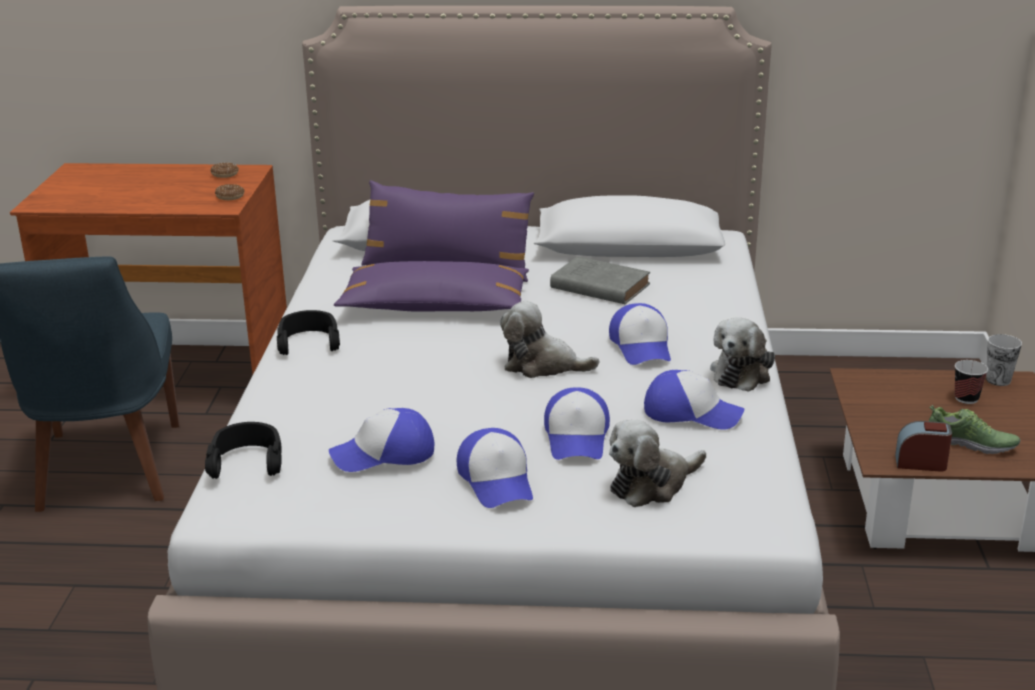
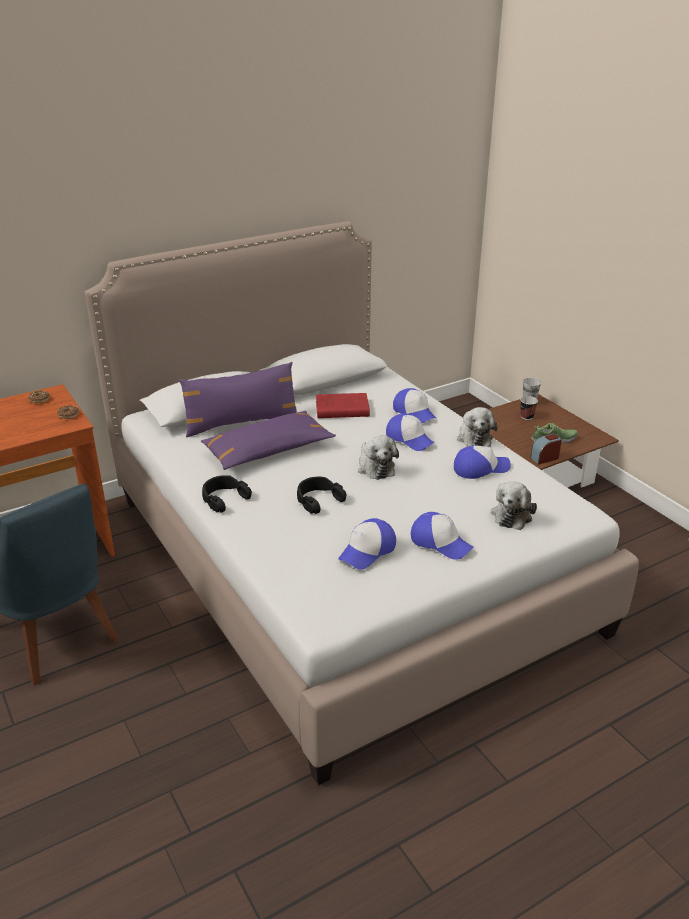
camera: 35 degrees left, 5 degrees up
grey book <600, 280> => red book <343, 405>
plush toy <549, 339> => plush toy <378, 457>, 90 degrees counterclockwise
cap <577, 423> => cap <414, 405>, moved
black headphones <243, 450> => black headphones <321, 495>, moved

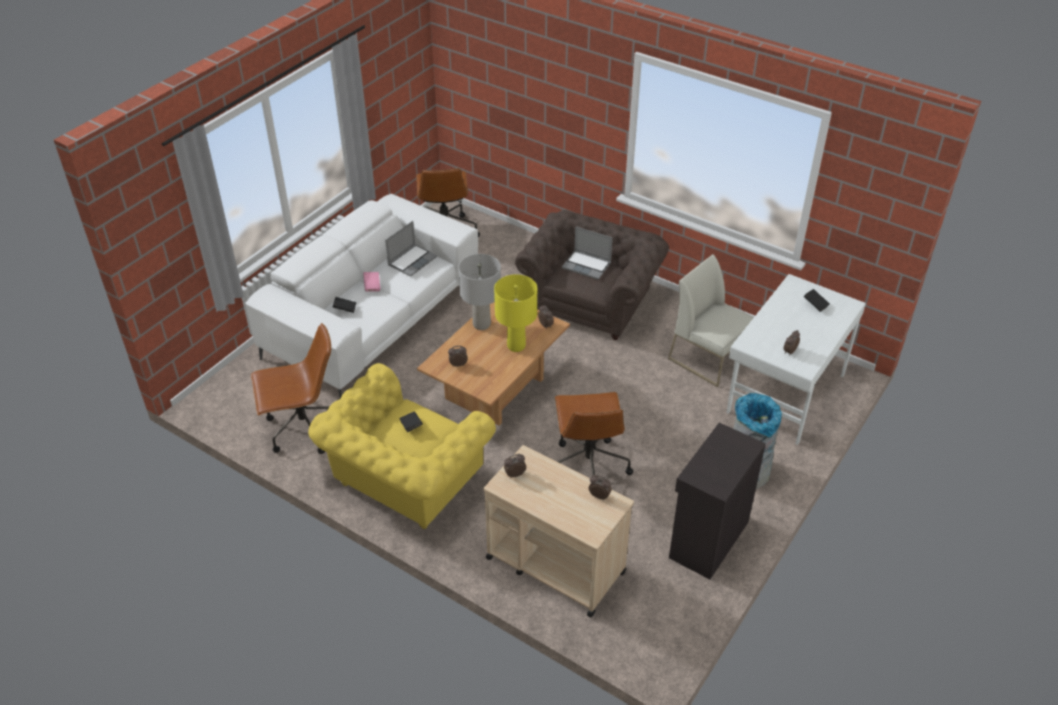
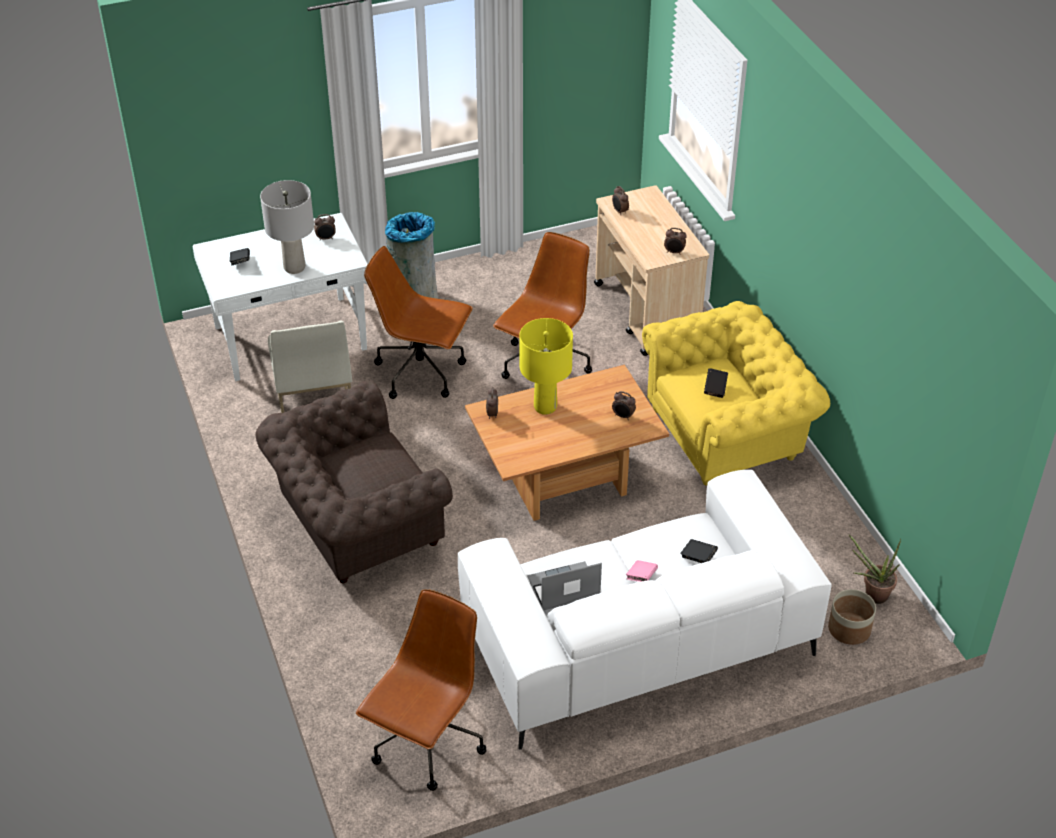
camera: 145 degrees left, 0 degrees up
laptop <587, 253> => nothing
grey table lamp <479, 292> => grey table lamp <287, 227>, moved
brown office chair <291, 388> => brown office chair <418, 322>, moved
black cabinet <717, 500> => nothing
nothing => potted plant <874, 569>
nothing => planter <852, 617>

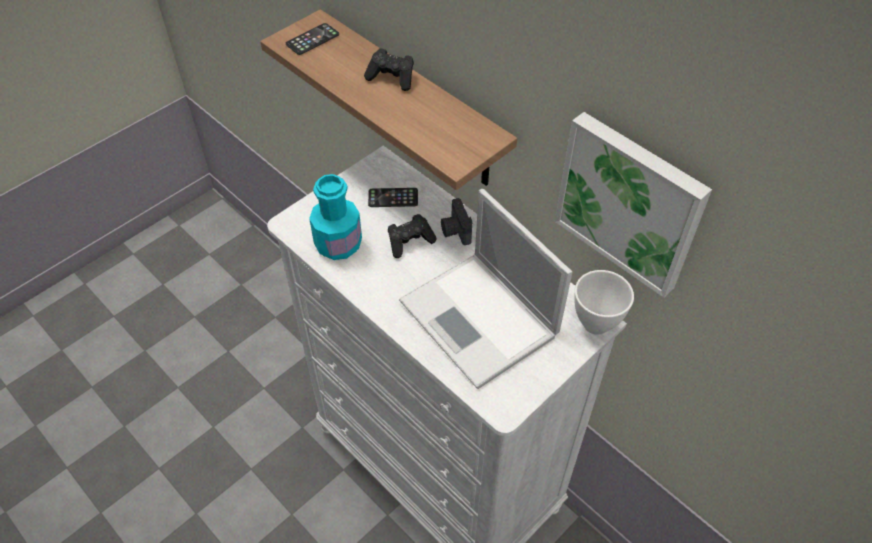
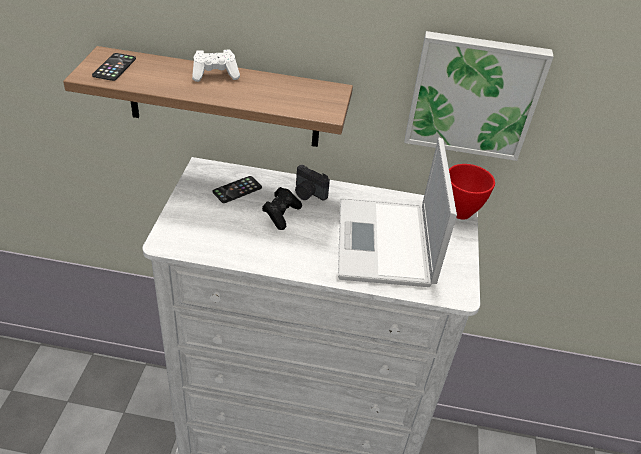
camera: 40 degrees left, 10 degrees down
black game controller <389, 69> => white game controller <216, 66>
turquoise bottle <335, 217> => nothing
laptop <485, 289> => laptop <397, 212>, 75 degrees clockwise
white bowl <604, 302> => red bowl <472, 192>

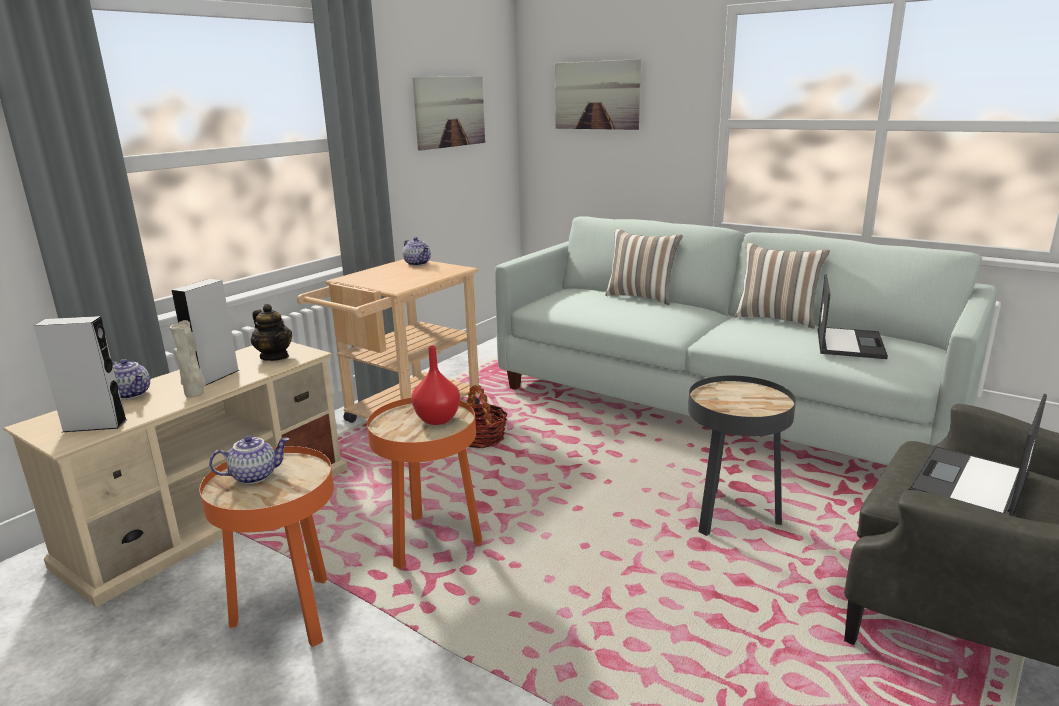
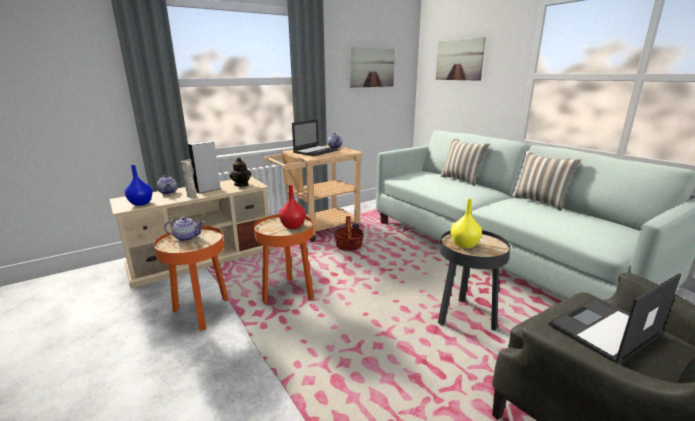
camera: 20 degrees right, 0 degrees up
laptop <853, 316> => laptop <315, 137>, moved
grey speaker <80, 374> => blue vase <139, 185>
nothing => yellow vase <466, 223>

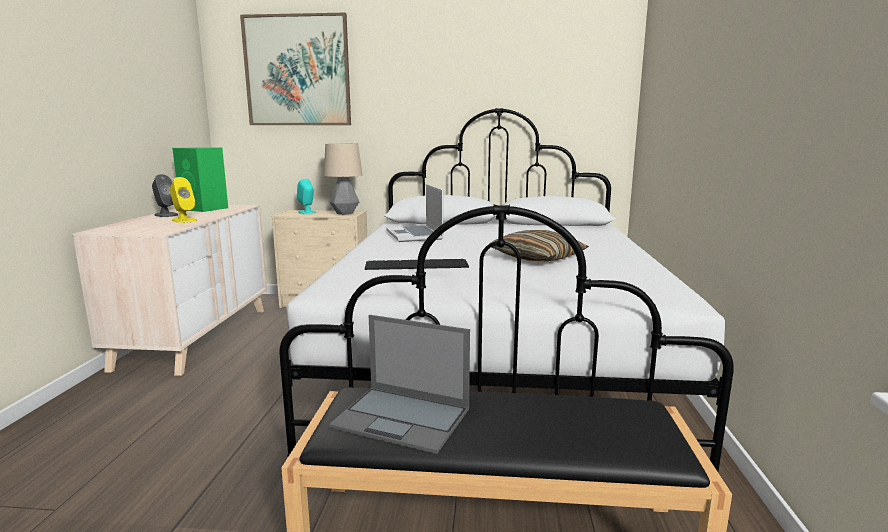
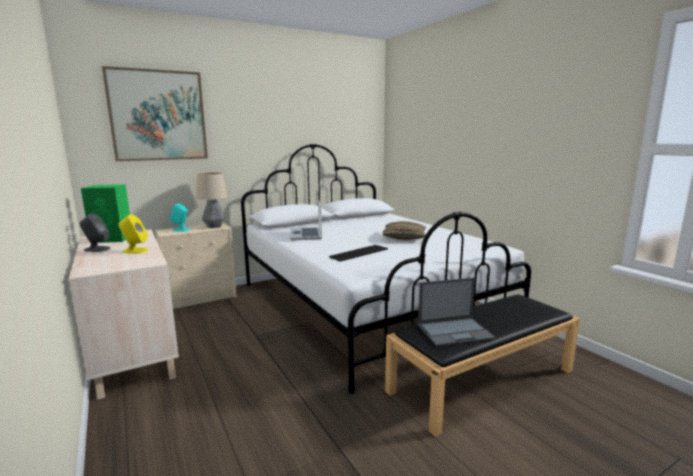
camera: 35 degrees left, 0 degrees up
laptop <415, 213> => laptop <306, 220>, 45 degrees clockwise

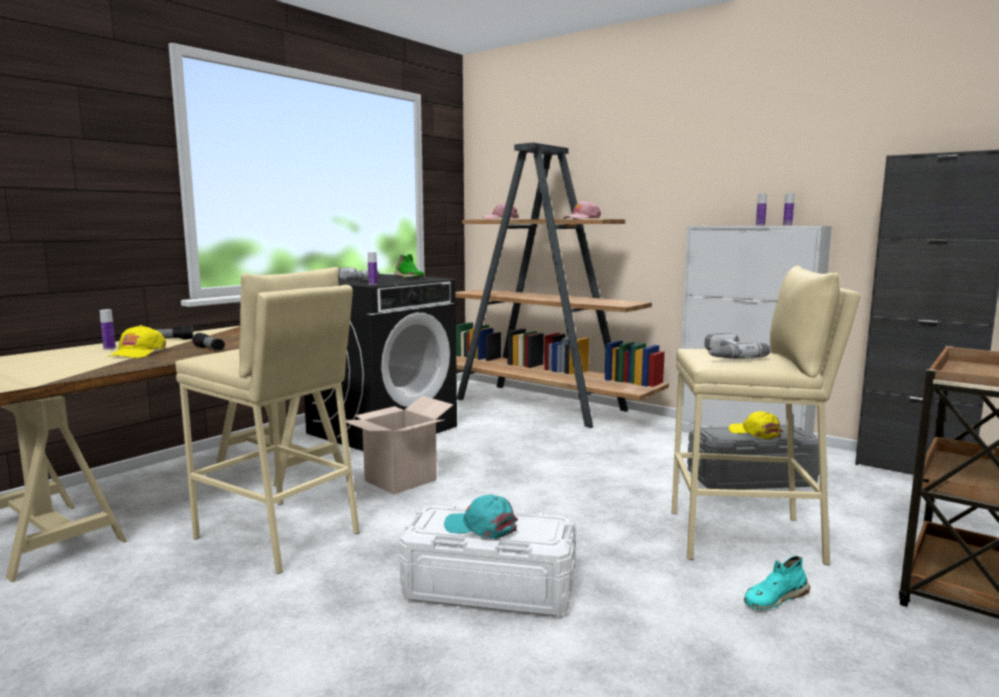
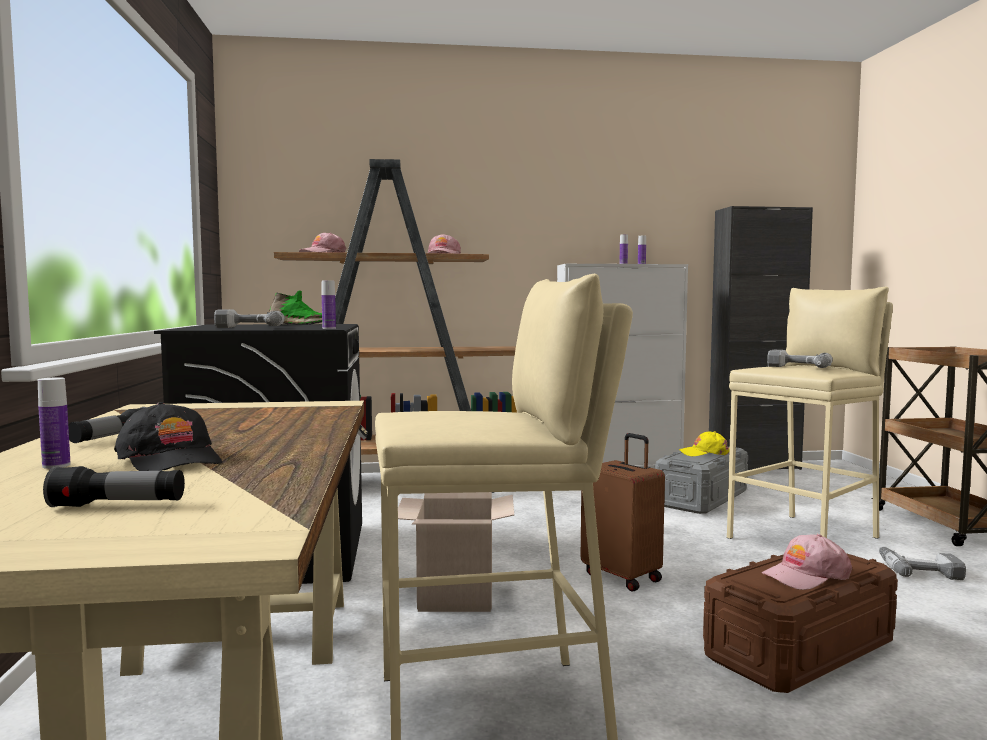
camera: 45 degrees left, 5 degrees down
yellow cap <137, 341> => black cap <168, 436>
flashlight <208, 341> => flashlight <114, 486>, moved
turquoise cap <481, 516> => pink cap <807, 562>
white storage box <487, 561> => brown storage box <800, 623>
turquoise shoe <777, 583> => power drill <922, 563>
nothing => brown suitcase <623, 512>

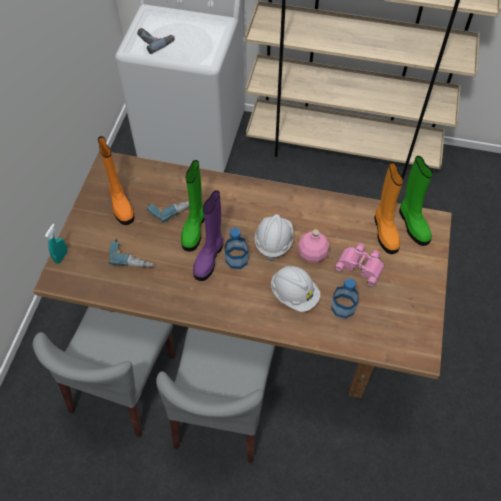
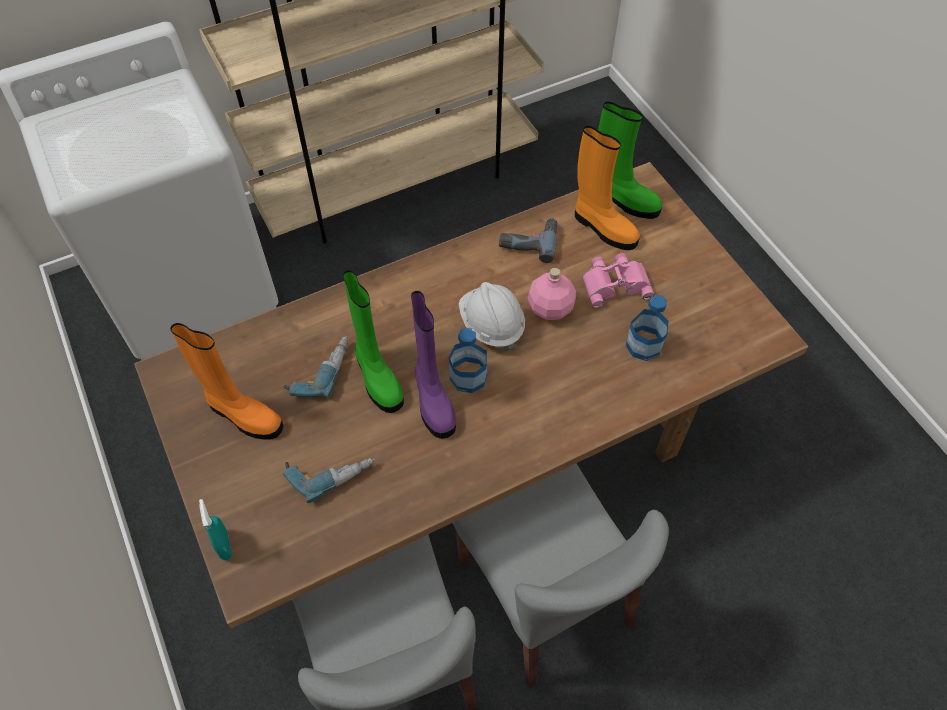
camera: 40 degrees left, 0 degrees up
power drill <156, 41> => power drill <528, 240>, moved
white hard hat <295, 289> => nothing

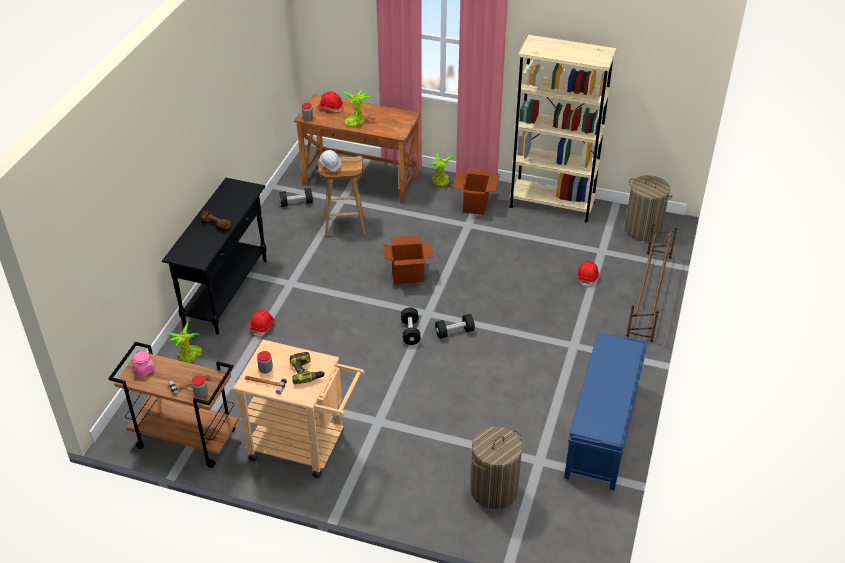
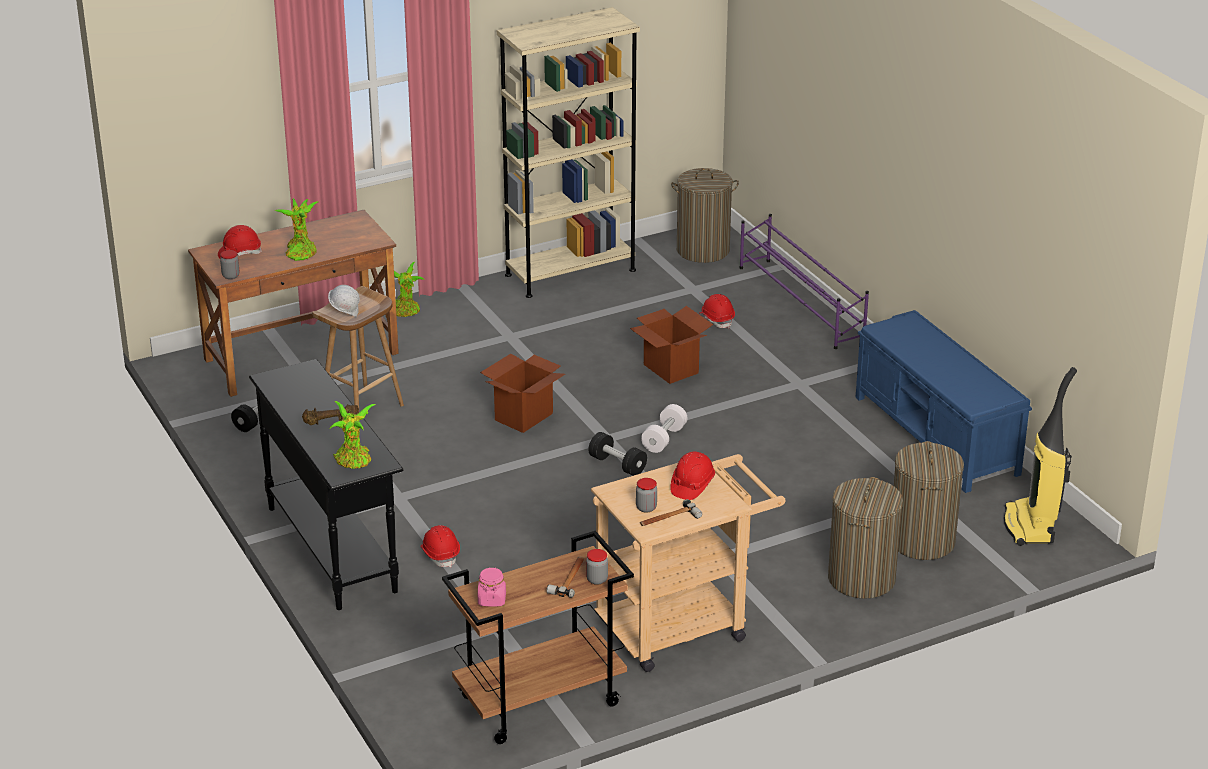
camera: 45 degrees left, 10 degrees down
cardboard box <476, 191> => cardboard box <671, 345>, moved
brown shoe rack <651, 283> => purple shoe rack <804, 281>
black dumbbell <455, 326> => white dumbbell <664, 428>
potted plant <184, 342> => potted plant <353, 435>, moved
power drill <307, 368> => red hard hat <692, 476>
nothing => vacuum cleaner <1040, 456>
nothing => laundry basket <865, 538>

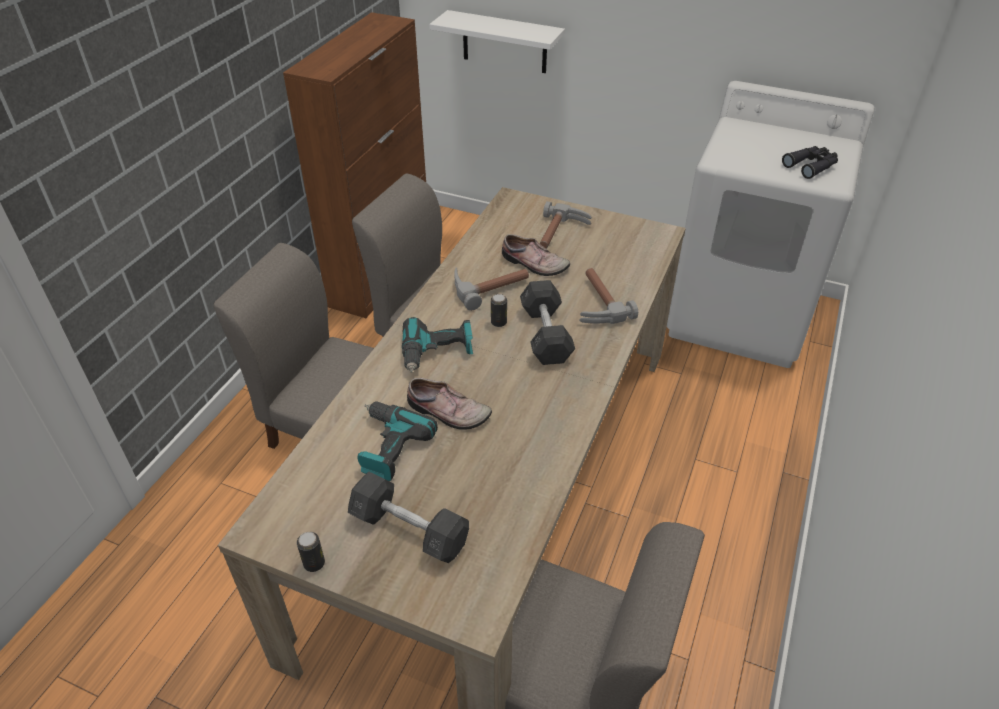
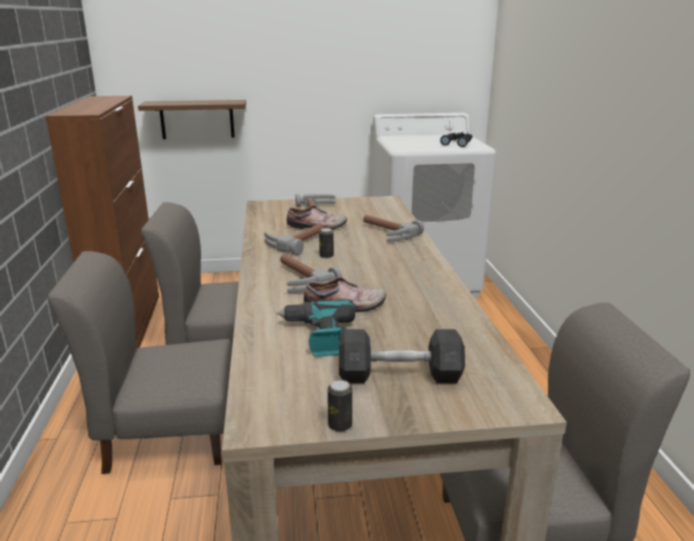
camera: 30 degrees left, 20 degrees down
white shelf <497, 41> => brown shelf <192, 119>
grey dumbbell <547, 322> => nothing
power drill <437, 345> => hammer <311, 273>

